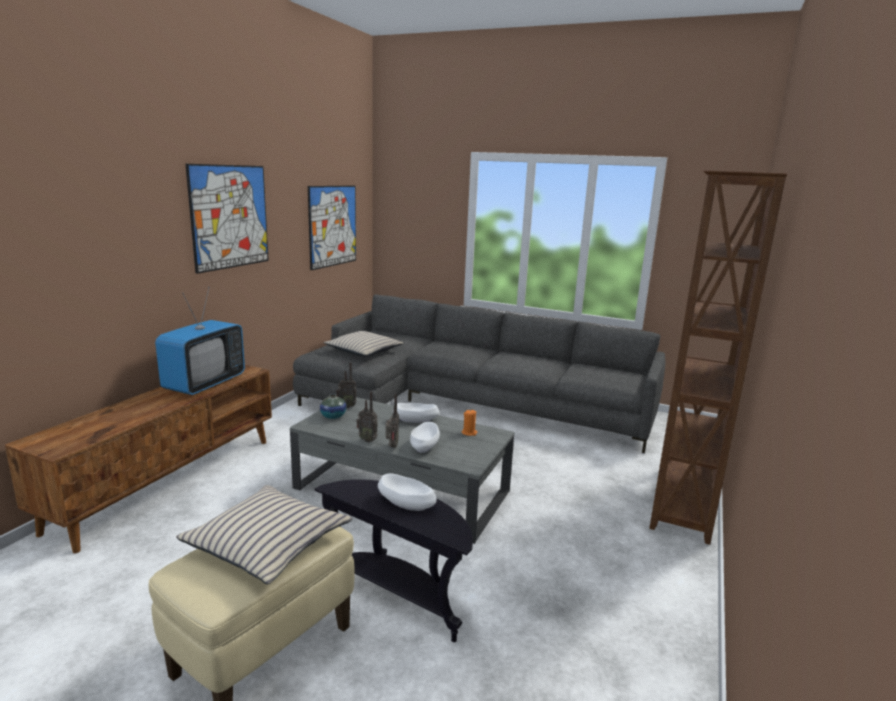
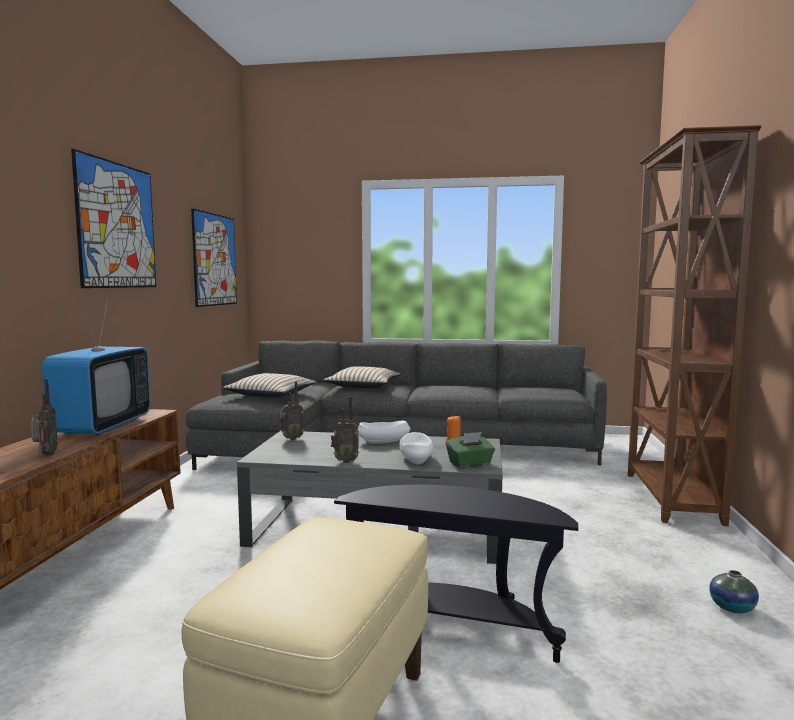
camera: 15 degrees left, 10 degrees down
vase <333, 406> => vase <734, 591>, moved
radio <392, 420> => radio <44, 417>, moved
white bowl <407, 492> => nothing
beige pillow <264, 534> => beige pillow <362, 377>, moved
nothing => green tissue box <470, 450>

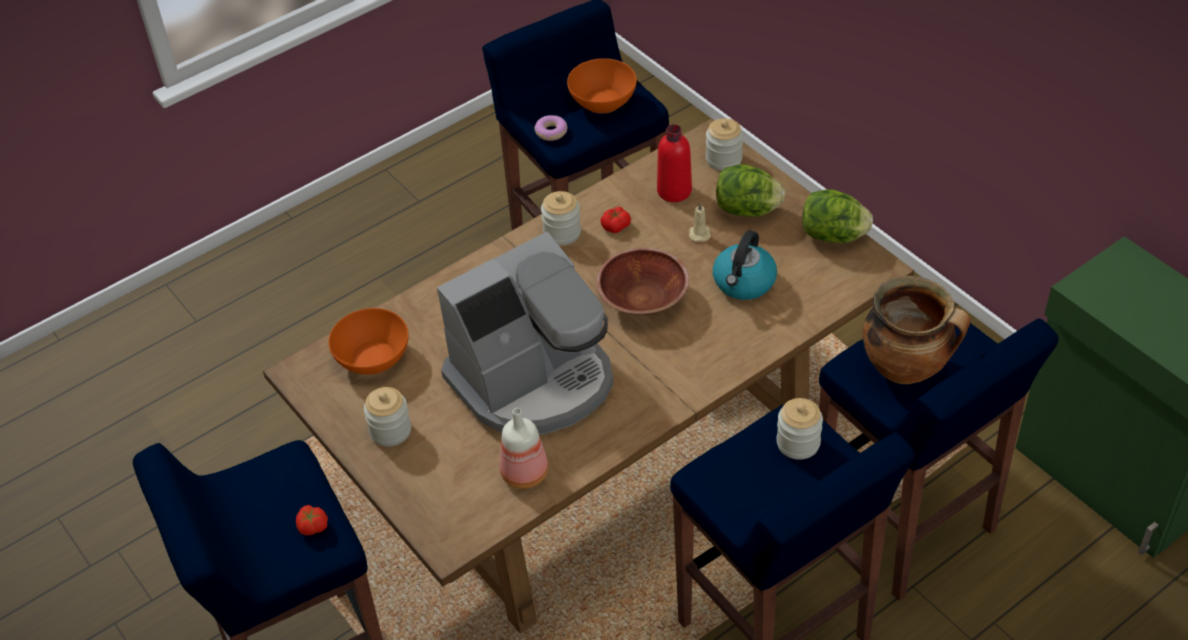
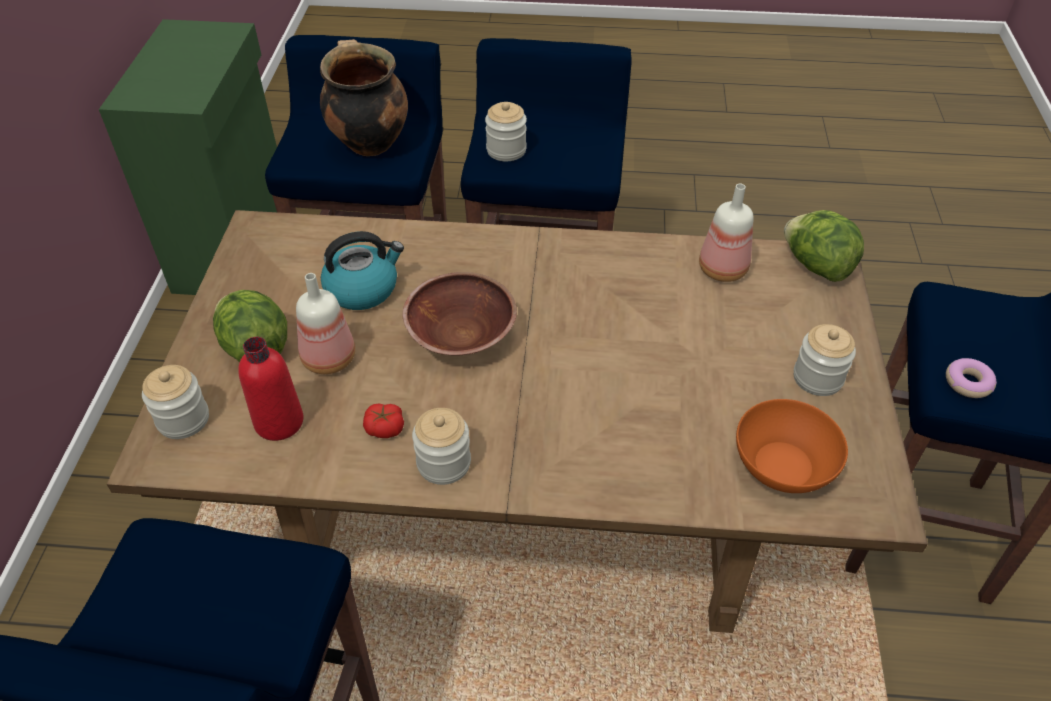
camera: 140 degrees left, 0 degrees up
orange bowl <602, 86> => nothing
donut <550, 128> => donut <971, 378>, moved
lettuce <837, 216> => lettuce <824, 246>, moved
beige candle <700, 222> => bottle <325, 323>
coffee machine <525, 333> => nothing
tomato <312, 520> => nothing

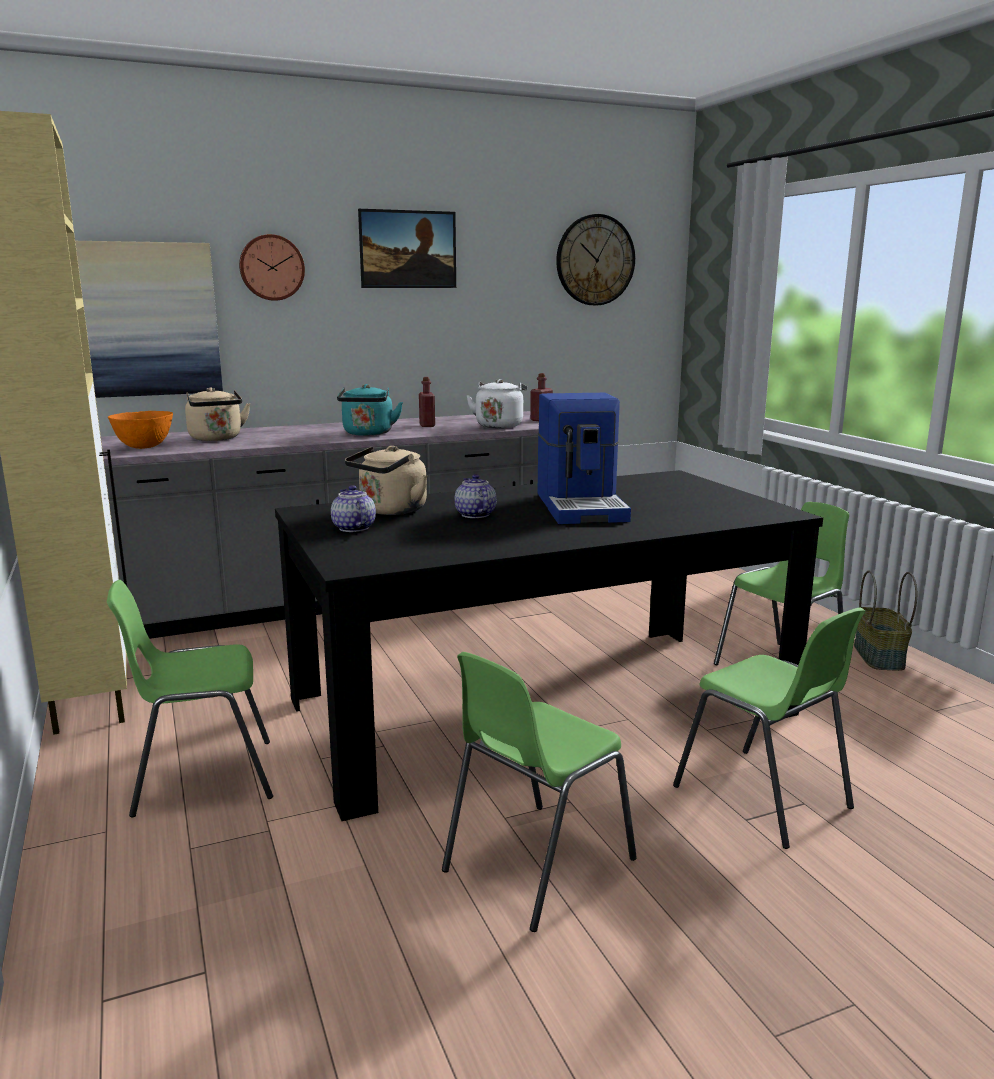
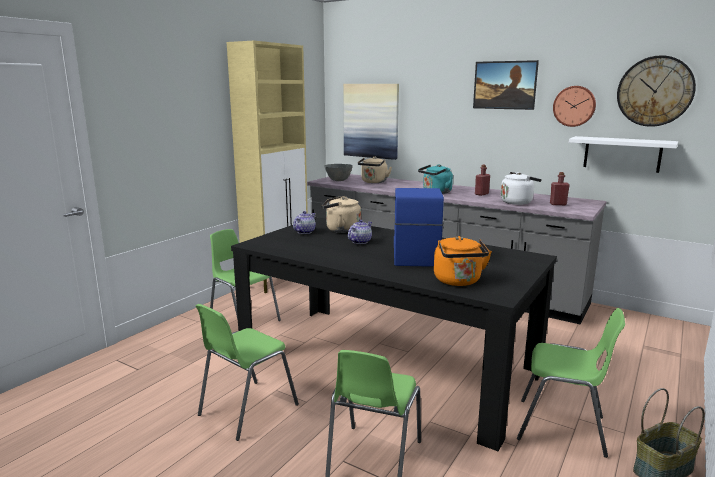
camera: 55 degrees right, 0 degrees up
wall clock <272, 267> => wall clock <574, 106>, moved
coffee machine <584, 458> => coffee machine <419, 227>, 135 degrees clockwise
orange bowl <140, 430> => grey bowl <338, 172>
green chair <539, 792> => green chair <247, 372>, 60 degrees counterclockwise
nothing => white shelf <623, 154>
nothing => orange kettle <463, 261>

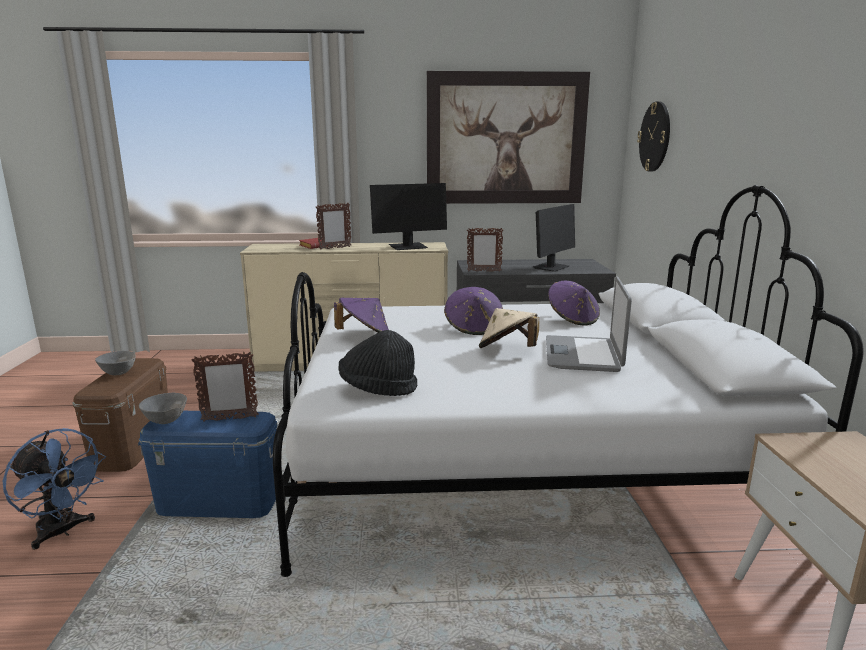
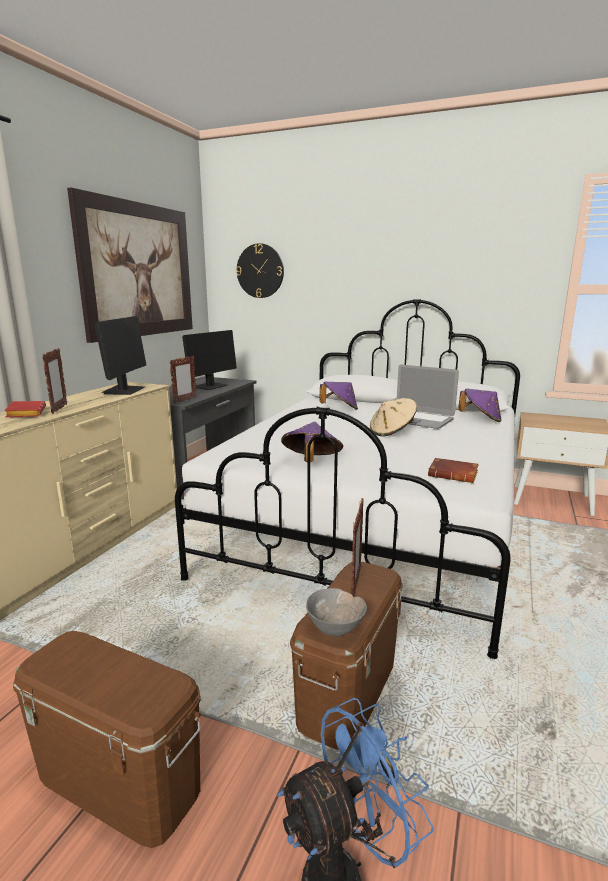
camera: 65 degrees left, 0 degrees up
monitor <554, 238> => monitor <209, 360>, 60 degrees clockwise
purple hat <473, 311> => purple hat <479, 405>, moved
black hat <377, 363> => brown book <453, 470>
grey bowl <115, 363> => nothing
blue storage box <207, 464> => brown storage box <346, 656>

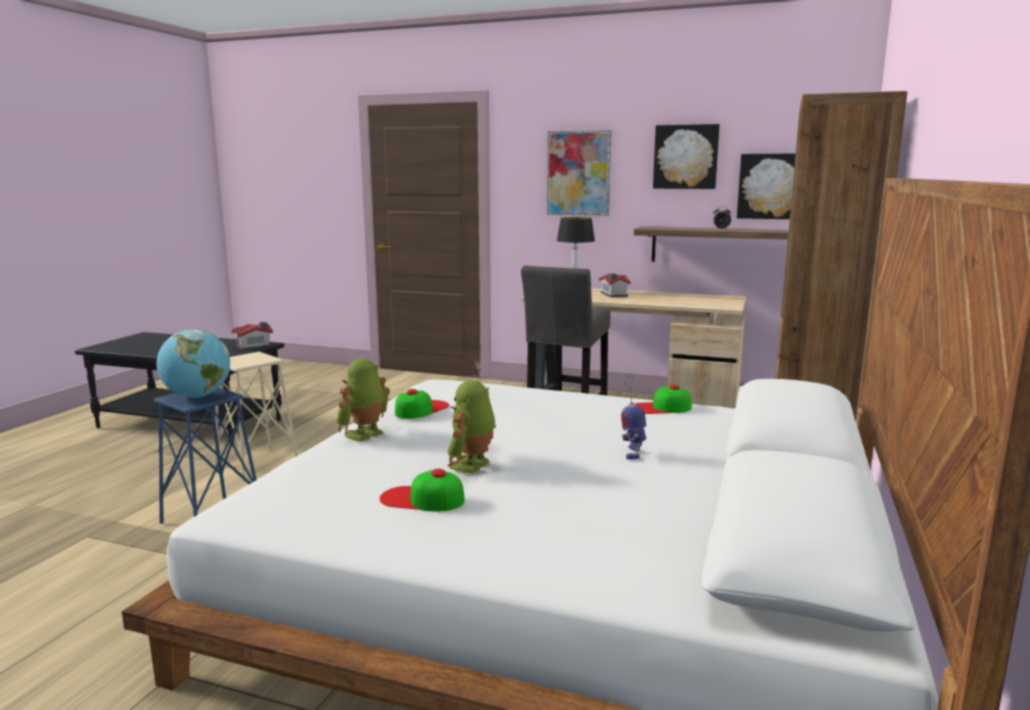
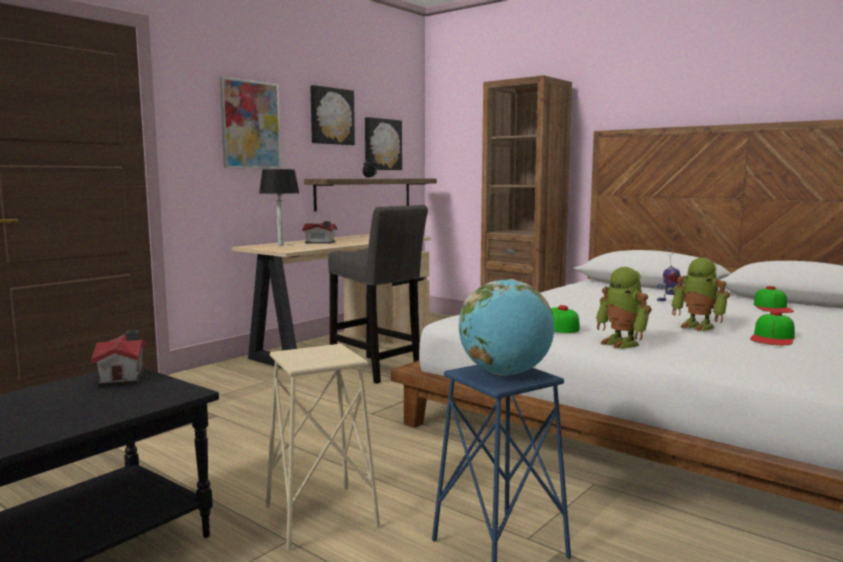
camera: 70 degrees left, 5 degrees down
cap <663, 399> => cap <774, 299>, moved

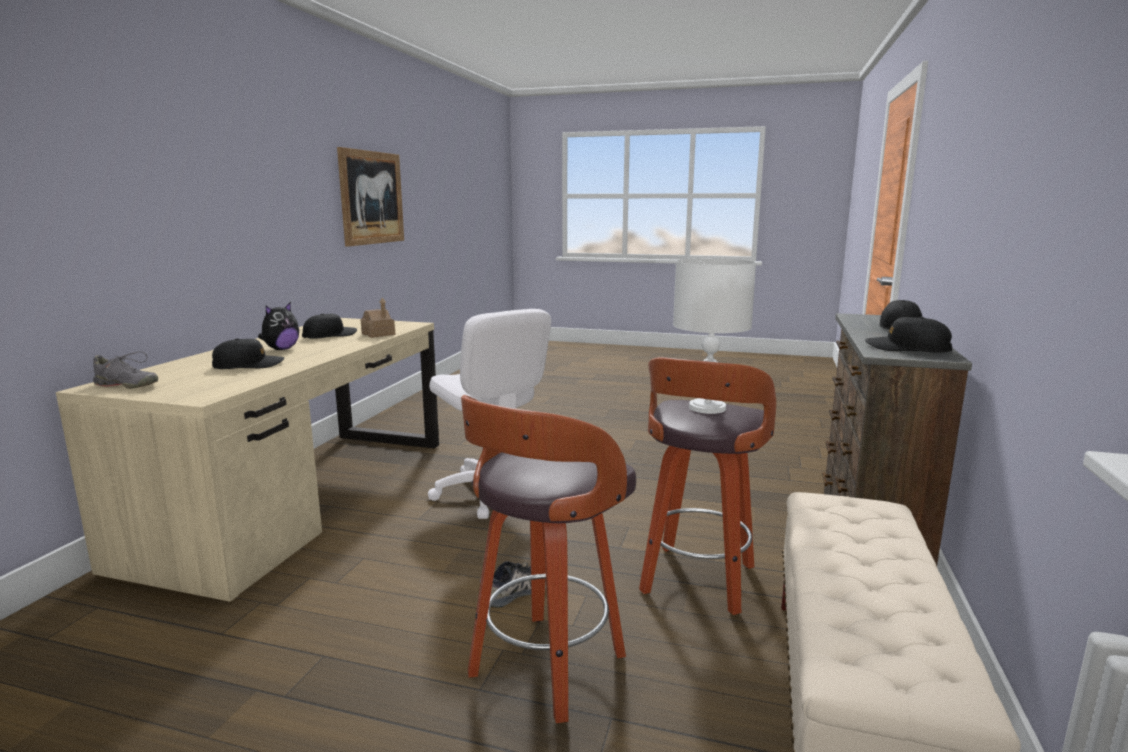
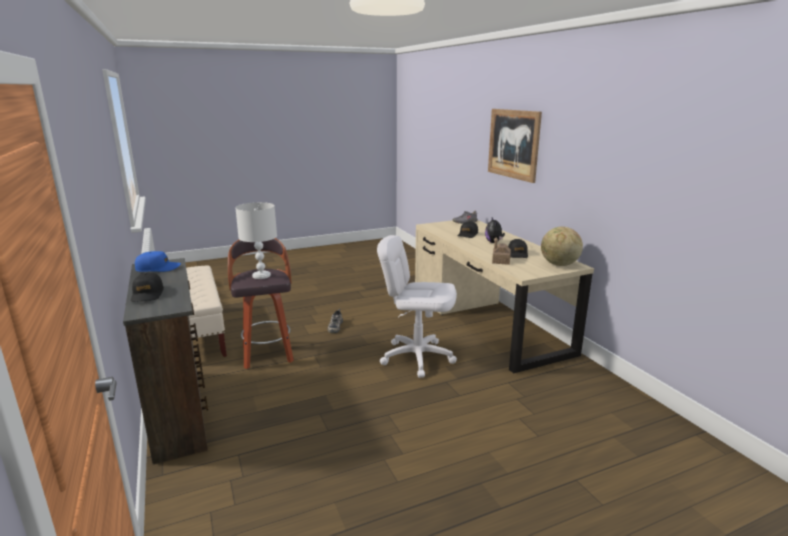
camera: 140 degrees right, 5 degrees up
picture <370, 197> => picture <515, 146>, moved
black cap <908, 335> => blue cap <158, 261>
stool <548, 559> => nothing
nothing => globe <562, 246>

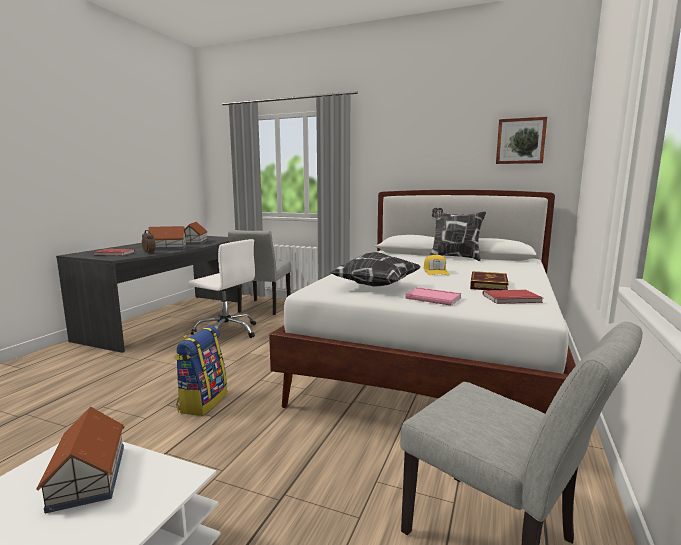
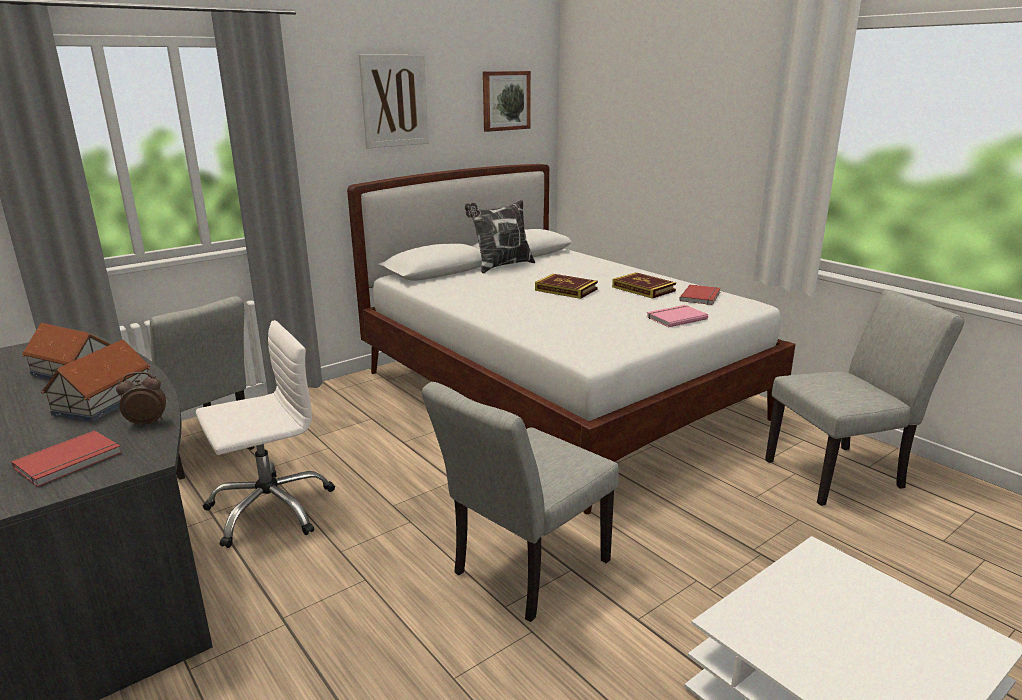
camera: 60 degrees left, 10 degrees up
pillow <374, 269> => nothing
yellow cap <436, 265> => book <566, 286>
backpack <200, 371> => grey chair <520, 502>
toy house <80, 460> => nothing
nothing => picture <394, 102>

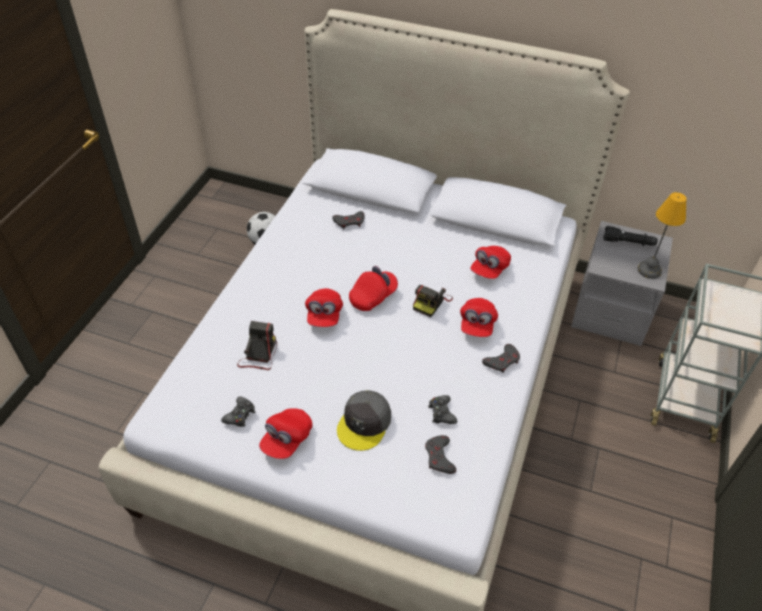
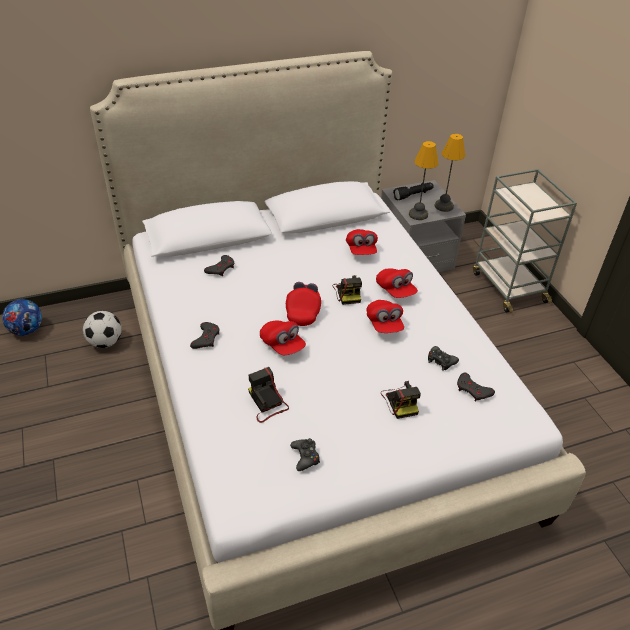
camera: 40 degrees left, 5 degrees down
grey game controller <501, 358> => grey game controller <205, 335>, moved
grey cap <364, 420> => photo camera <401, 400>
red cap <285, 433> => red cap <385, 316>, moved
nothing => table lamp <423, 180>
nothing => football <22, 317>

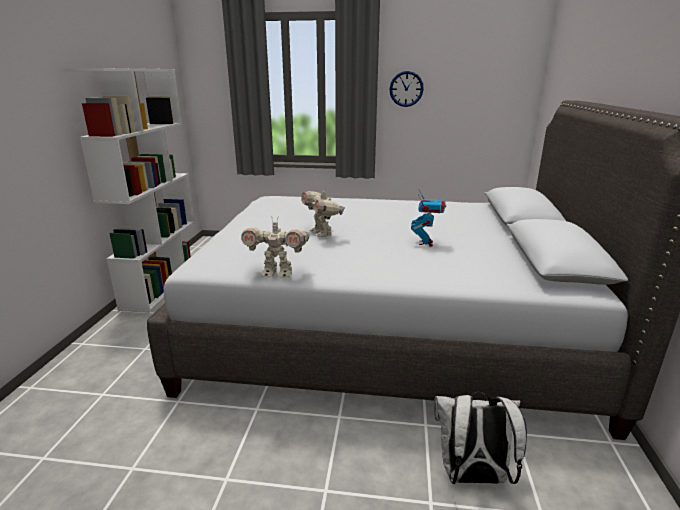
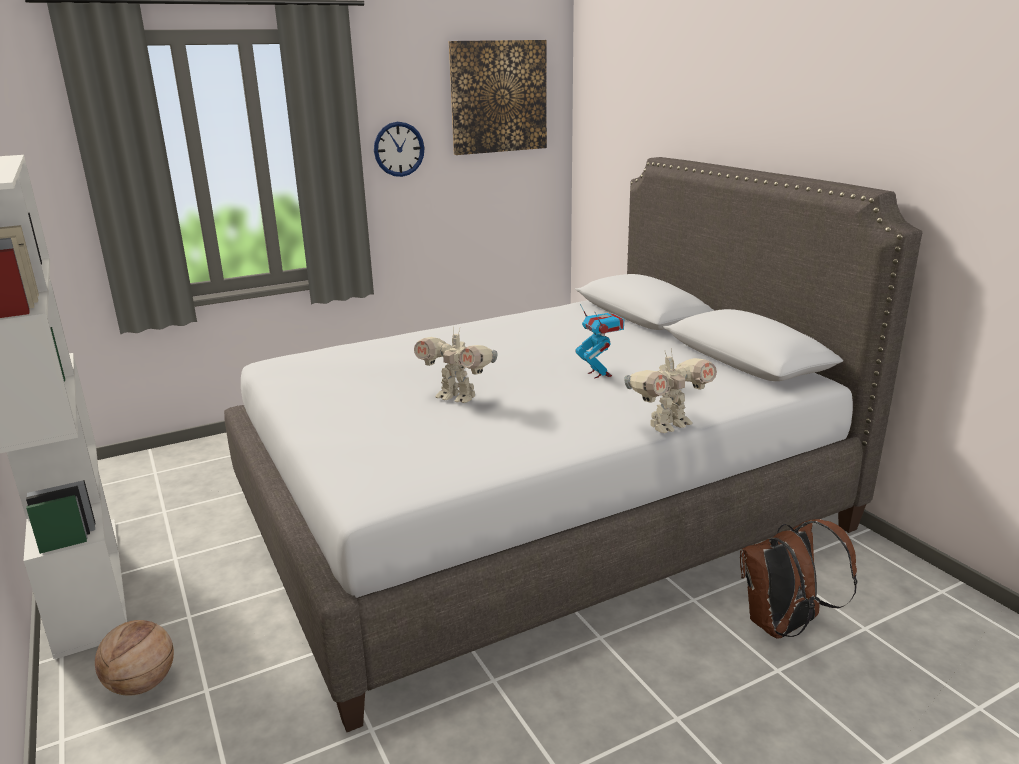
camera: 35 degrees left, 0 degrees up
toy robot <275, 248> => toy robot <670, 390>, moved
white backpack <480, 438> => brown backpack <799, 579>
nothing => picture <498, 97>
nothing => basketball <134, 658>

